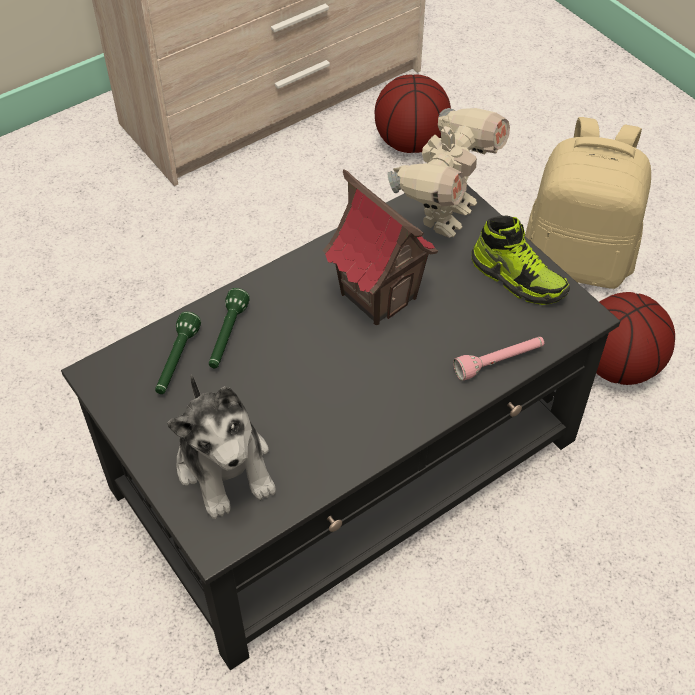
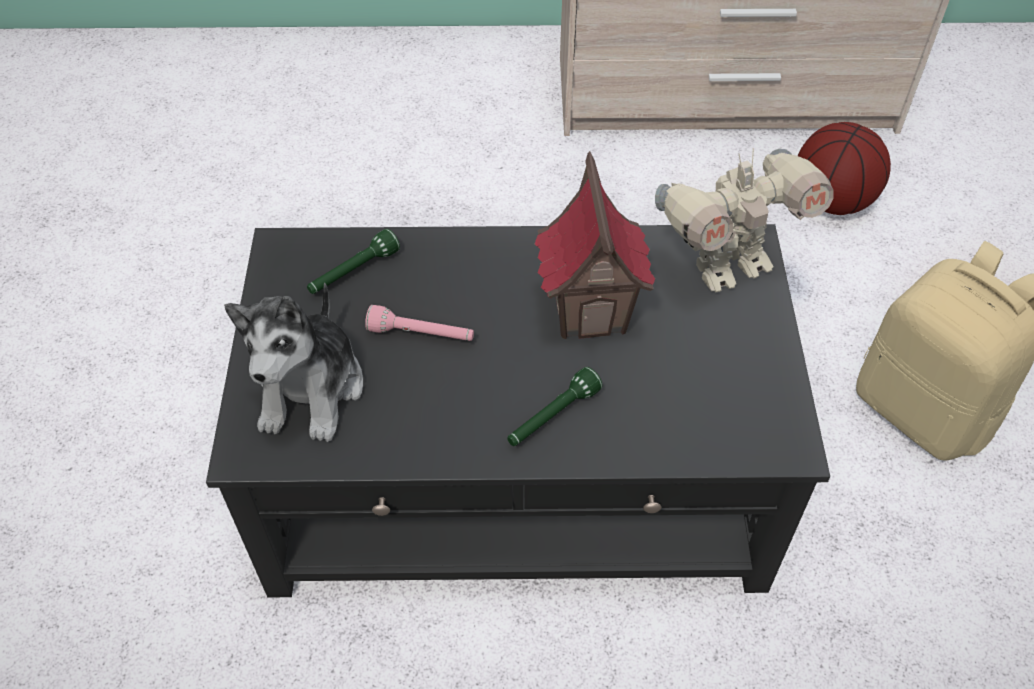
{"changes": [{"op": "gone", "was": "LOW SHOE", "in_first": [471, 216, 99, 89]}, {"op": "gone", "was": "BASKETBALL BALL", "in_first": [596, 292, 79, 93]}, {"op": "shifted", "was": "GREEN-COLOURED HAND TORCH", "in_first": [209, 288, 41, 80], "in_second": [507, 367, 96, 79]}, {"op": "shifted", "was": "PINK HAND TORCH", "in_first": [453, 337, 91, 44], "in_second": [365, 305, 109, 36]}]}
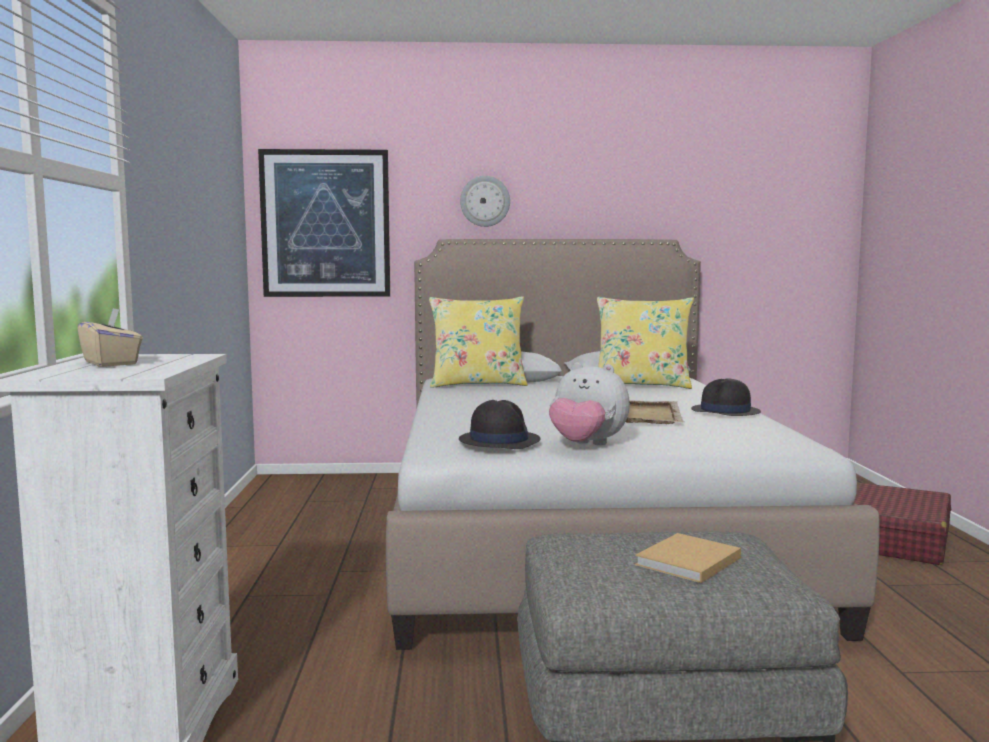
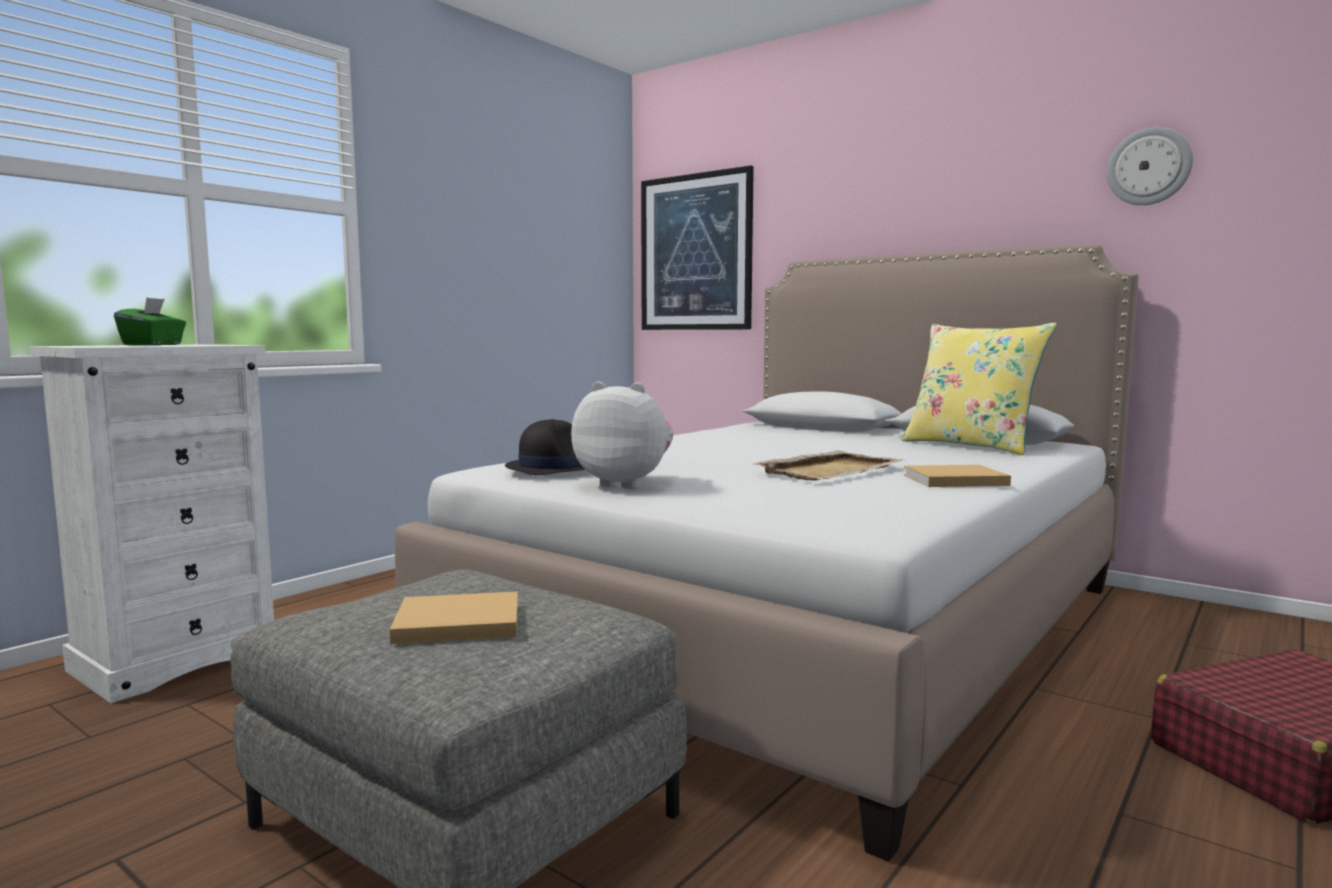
{"changes": [{"op": "gone", "was": "YELLOWISH PILLOW", "in_first": [429, 296, 99, 92]}, {"op": "shifted", "was": "CLOCK ON THE WALL", "in_first": [460, 176, 50, 51], "in_second": [1107, 127, 86, 78]}, {"op": "swapped", "was": "BLACKISH WEARABLE HAT", "now": "SAND-COLOURED BOUND BOOK", "in_first": [691, 378, 70, 38], "in_second": [904, 465, 107, 22]}, {"op": "repainted", "was": "SAND-COLOURED BOX OF TISSUES", "now": "GREEN-COLOURED BOX OF TISSUES", "in_first": [77, 308, 66, 59], "in_second": [114, 297, 72, 48]}, {"op": "rotated", "was": "PLUSH TOY", "in_first": [549, 362, 81, 84], "in_second": [571, 381, 102, 108], "clockwise": 135}]}
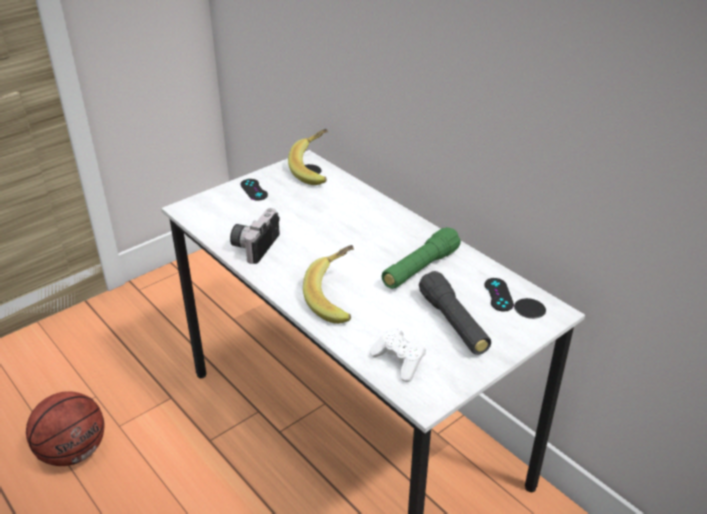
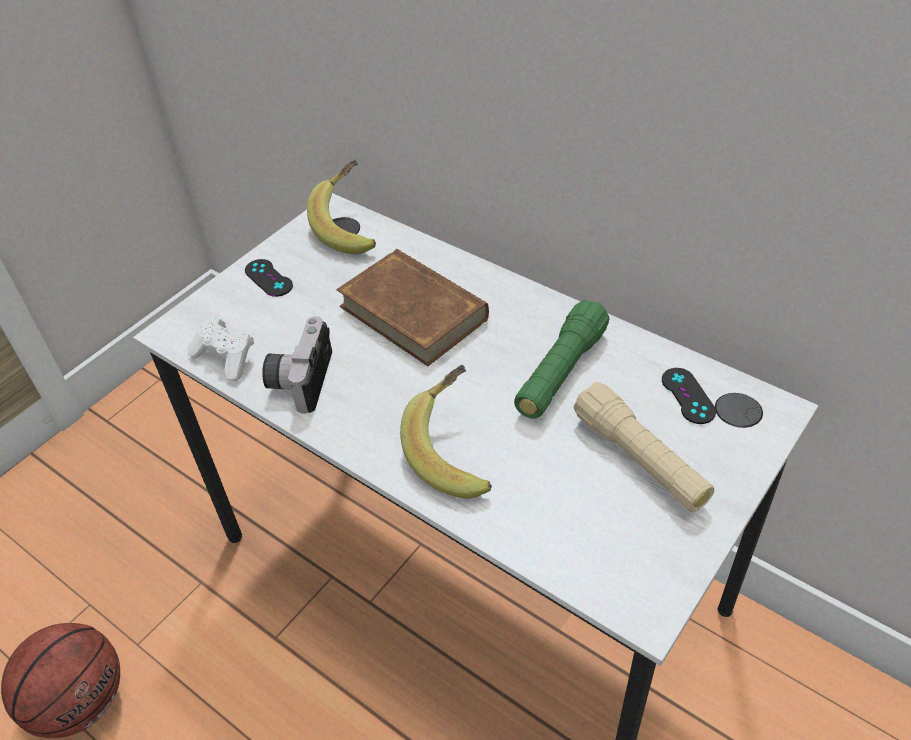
{"changes": [{"op": "new", "now": "BROWN BOUND BOOK", "in_second": [336, 249, 153, 117]}, {"op": "shifted", "was": "WHITE-COLOURED GAMEPAD", "in_first": [370, 327, 56, 55], "in_second": [187, 316, 67, 66]}, {"op": "repainted", "was": "BLACKISH HAND TORCH", "now": "SAND-COLOURED HAND TORCH", "in_first": [419, 271, 72, 84], "in_second": [574, 382, 140, 130]}]}
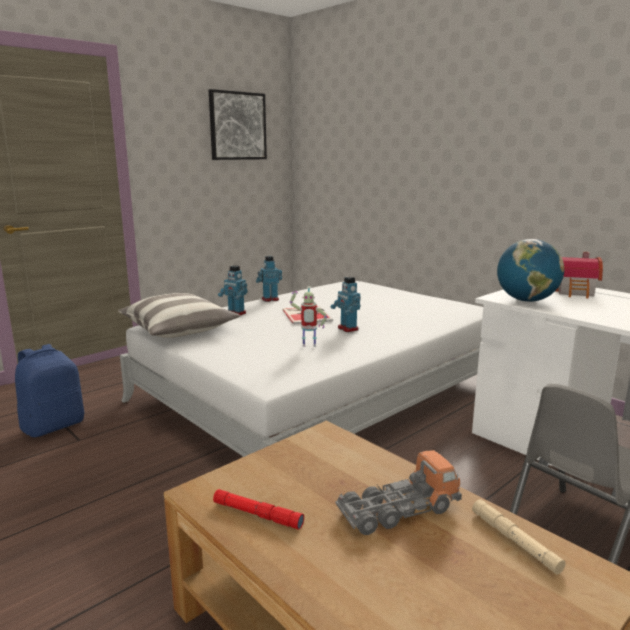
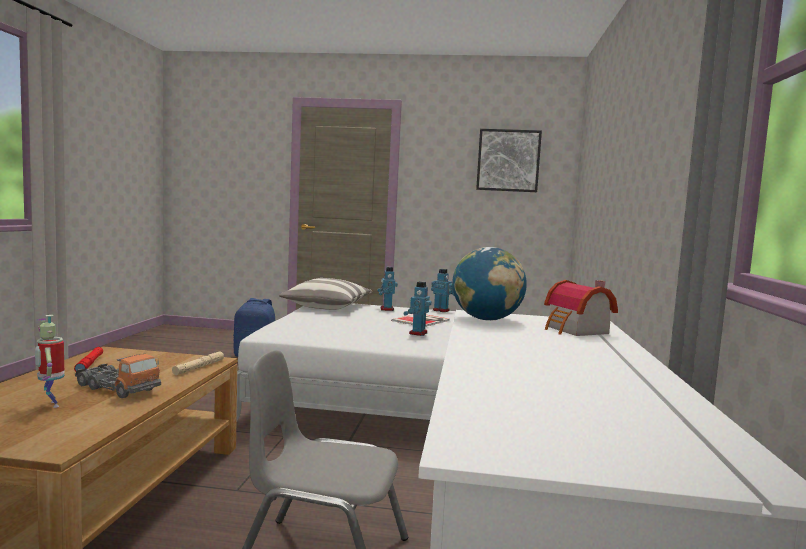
{"changes": [{"op": "shifted", "was": "ROBOT FIGURE", "in_first": [290, 286, 37, 61], "in_second": [35, 315, 30, 93]}, {"op": "shifted", "was": "SAND-COLOURED HAND TORCH", "in_first": [472, 499, 94, 75], "in_second": [172, 352, 52, 23]}]}
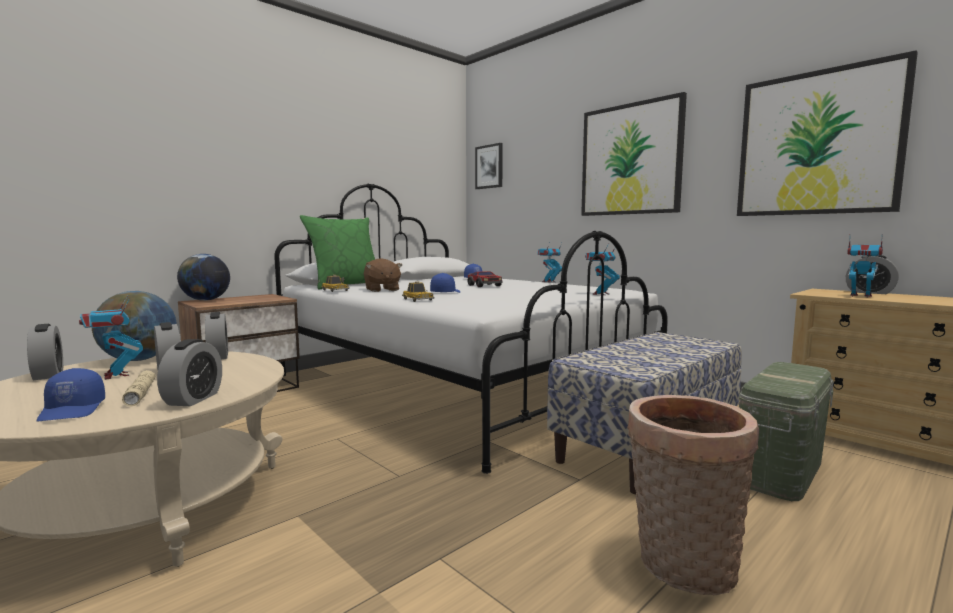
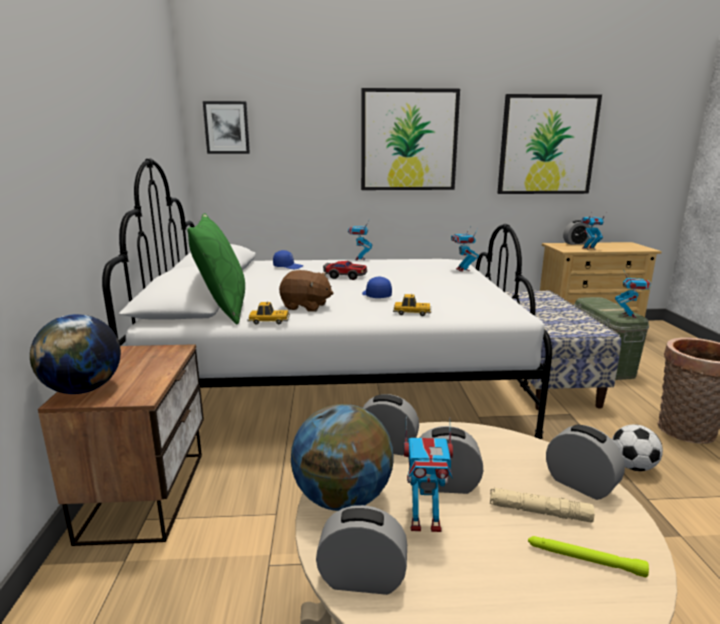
{"changes": [{"op": "new", "now": "FOOTBALL", "in_second": [612, 424, 51, 47]}, {"op": "new", "now": "ROBOT FIGURE", "in_second": [615, 271, 36, 47]}, {"op": "swapped", "was": "BLUISH BASEBALL CAP", "now": "GREEN-COLOURED HAND TORCH", "in_first": [37, 368, 68, 54], "in_second": [528, 536, 121, 41]}]}
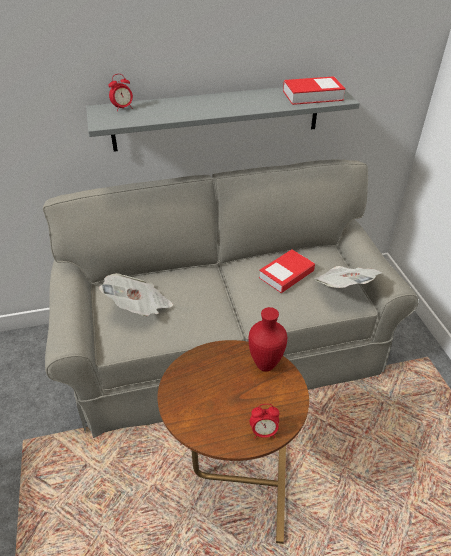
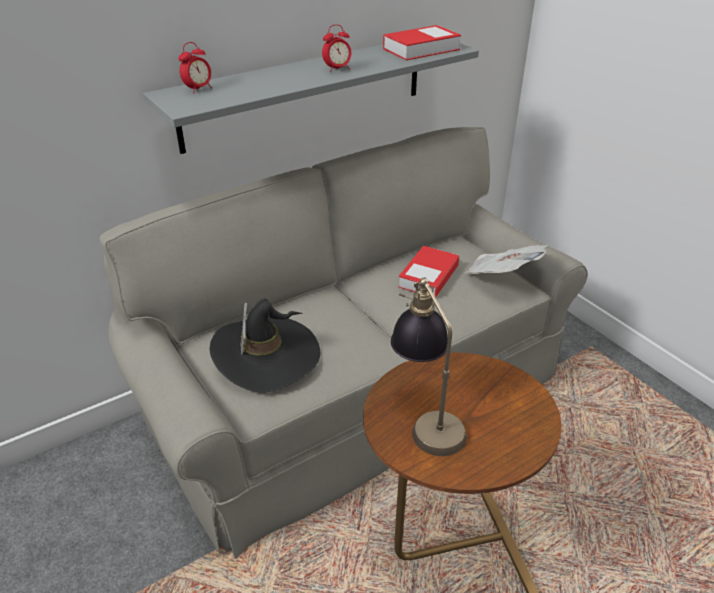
{"changes": [{"op": "gone", "was": "REDDISH VASE", "in_first": [248, 307, 39, 65]}, {"op": "new", "now": "LAMP FOR A TABLE", "in_second": [391, 278, 76, 178]}, {"op": "shifted", "was": "ALARM CLOCK", "in_first": [250, 404, 29, 35], "in_second": [322, 25, 29, 47]}, {"op": "swapped", "was": "PRINTED PAPER", "now": "BLACKISH WEARABLE HAT", "in_first": [99, 273, 74, 43], "in_second": [209, 298, 111, 95]}]}
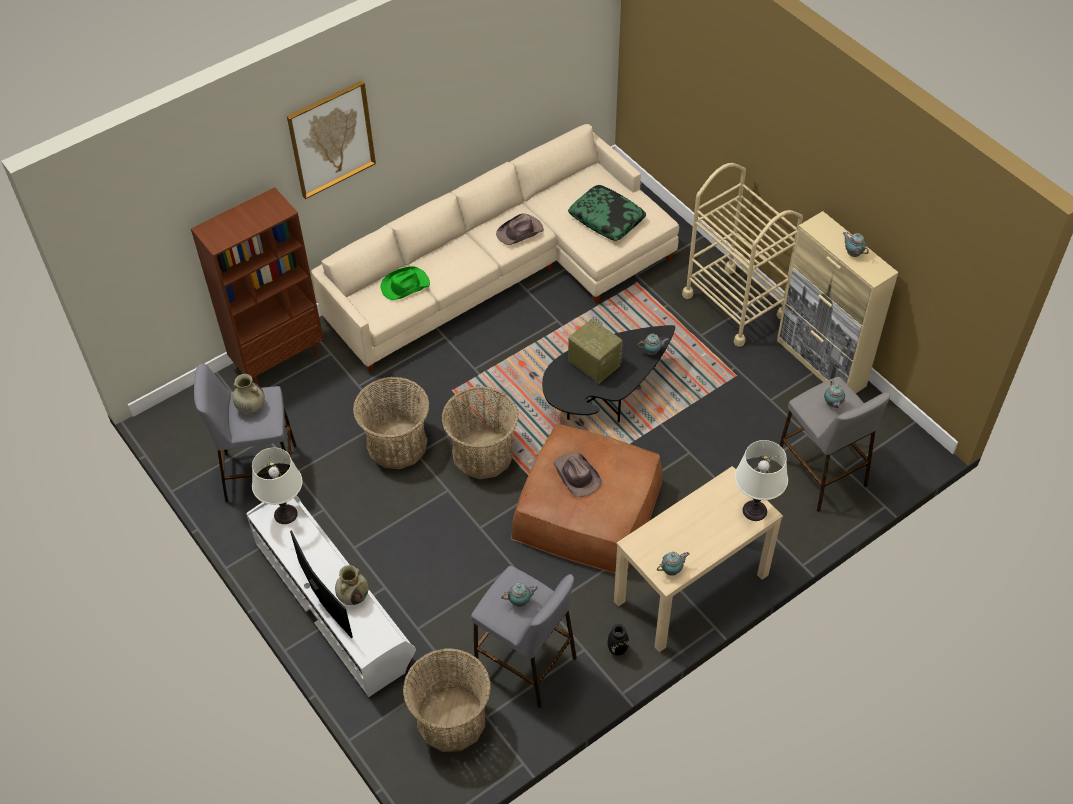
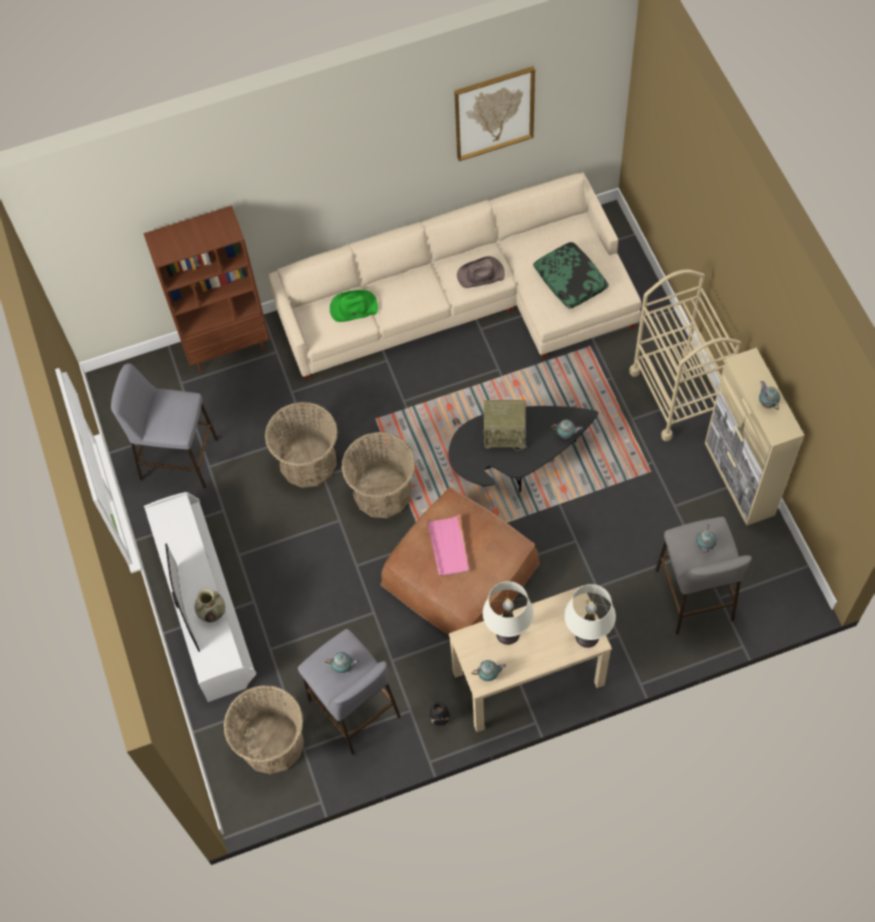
{"changes": [{"op": "gone", "was": "SAND-COLOURED VASE", "in_first": [232, 374, 33, 40]}, {"op": "shifted", "was": "WHITE-COLOURED LAMP FOR A TABLE", "in_first": [252, 448, 51, 76], "in_second": [483, 581, 51, 64]}, {"op": "shifted", "was": "PICTURE", "in_first": [287, 80, 89, 119], "in_second": [454, 66, 81, 95]}, {"op": "swapped", "was": "BROWN WEARABLE HAT", "now": "PINK TRAY", "in_first": [553, 453, 48, 44], "in_second": [426, 514, 43, 63]}, {"op": "rotated", "was": "RADIO", "in_first": [568, 319, 55, 65], "in_second": [484, 400, 44, 51], "clockwise": 120}]}
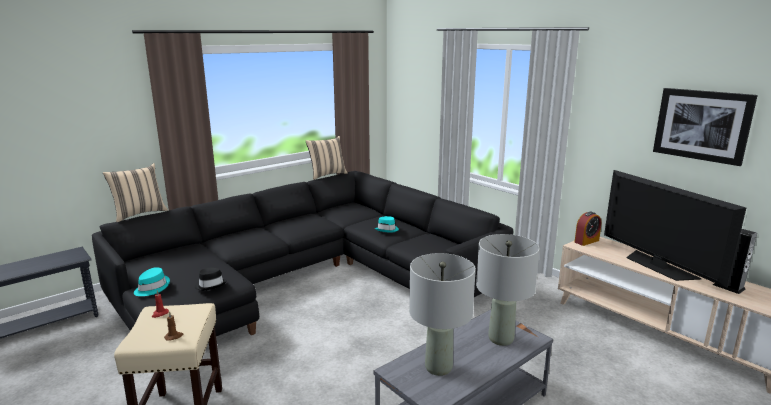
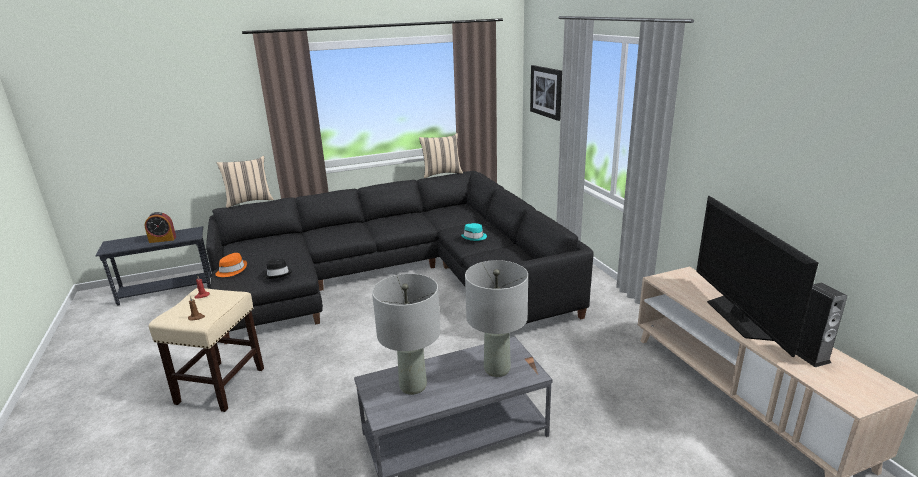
{"changes": [{"op": "shifted", "was": "ALARM CLOCK", "in_first": [575, 212, 27, 34], "in_second": [145, 212, 31, 31]}, {"op": "shifted", "was": "PICTURE", "in_first": [653, 88, 105, 78], "in_second": [530, 65, 32, 56]}, {"op": "repainted", "was": "TURQUOISE-COLOURED WEARABLE HAT", "now": "ORANGE-COLOURED WEARABLE HAT", "in_first": [134, 267, 36, 29], "in_second": [215, 253, 32, 24]}]}
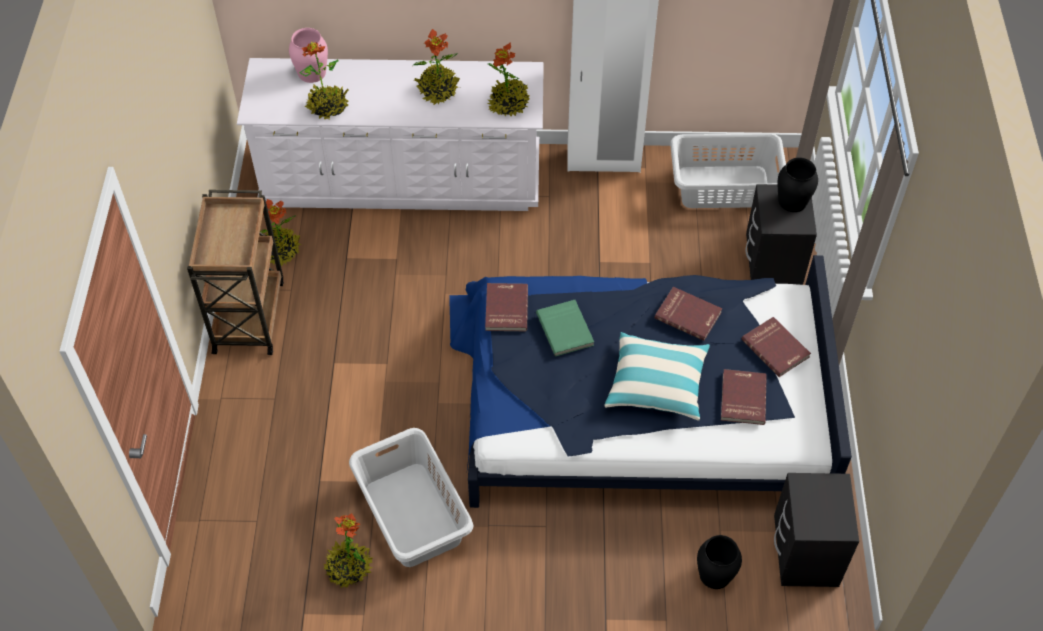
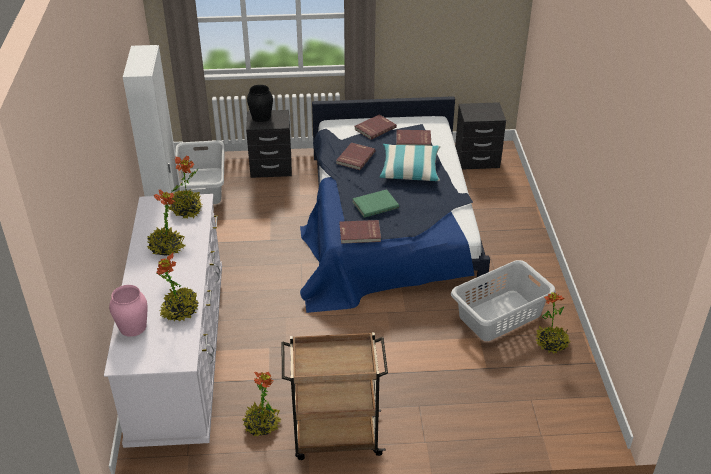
{"changes": [{"op": "gone", "was": "BLACKISH VASE", "in_first": [697, 535, 45, 54]}]}
